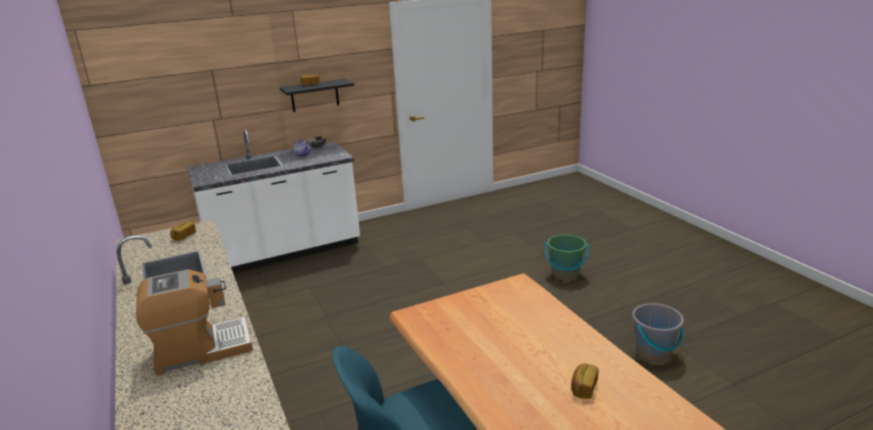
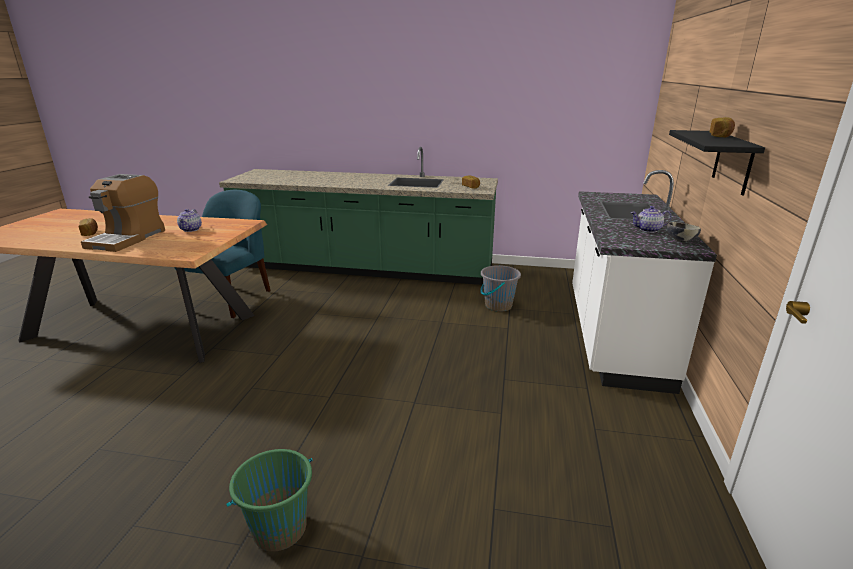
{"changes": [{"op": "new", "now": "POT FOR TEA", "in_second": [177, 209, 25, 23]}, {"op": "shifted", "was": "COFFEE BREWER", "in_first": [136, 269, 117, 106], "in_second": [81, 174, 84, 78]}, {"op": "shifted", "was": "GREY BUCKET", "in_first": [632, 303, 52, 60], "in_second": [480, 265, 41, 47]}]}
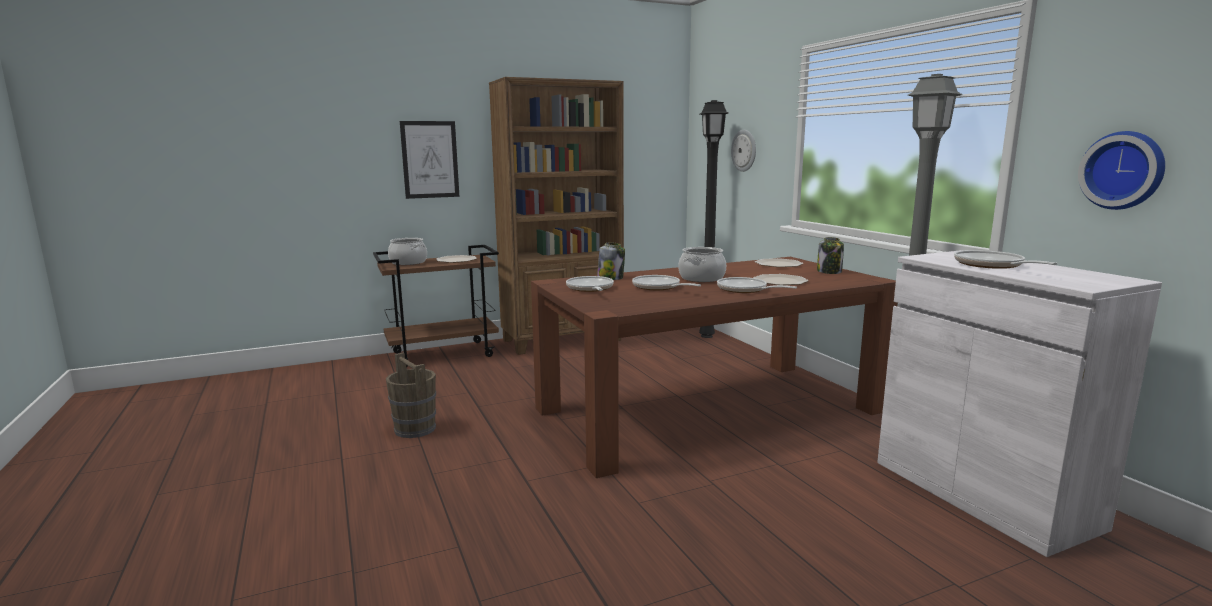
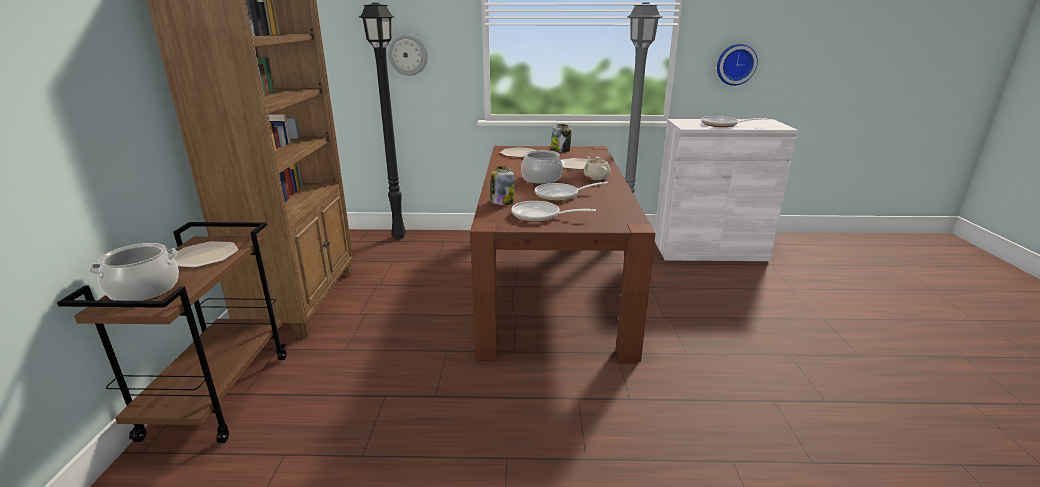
{"changes": [{"op": "gone", "was": "BROWN BUCKET", "in_first": [386, 352, 50, 86]}, {"op": "gone", "was": "PICTURE", "in_first": [400, 121, 59, 78]}, {"op": "swapped", "was": "SKILLET", "now": "SAND-COLOURED POT FOR TEA", "in_first": [717, 277, 80, 16], "in_second": [583, 156, 27, 24]}]}
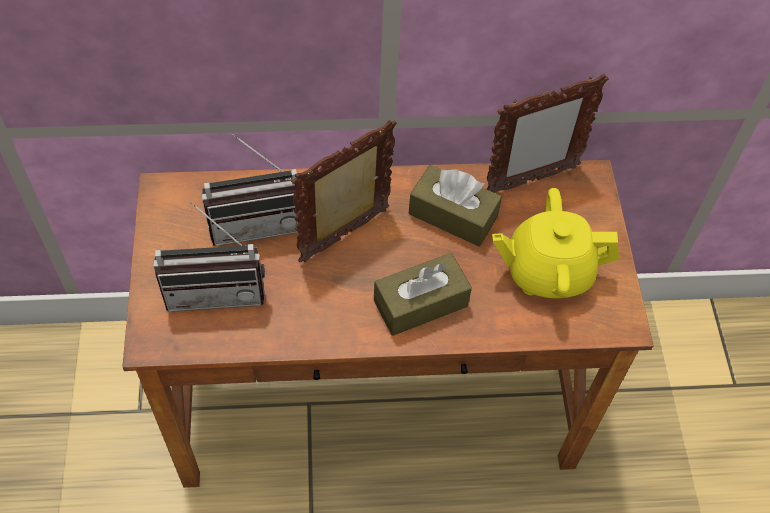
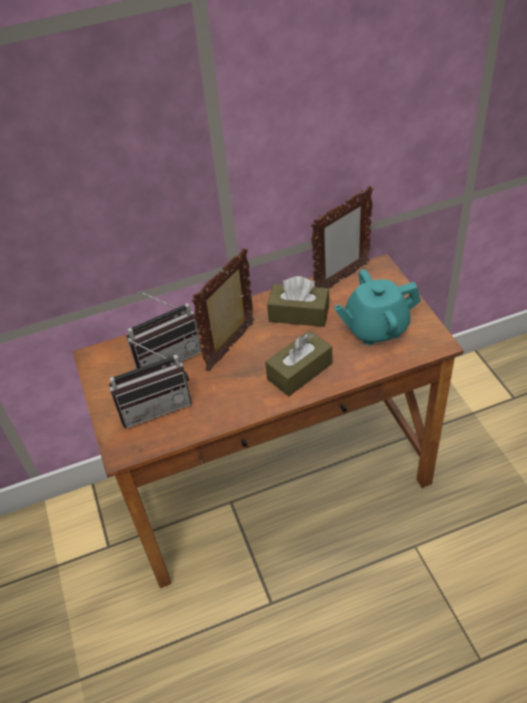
{"changes": [{"op": "repainted", "was": "YELLOWISH POT FOR TEA", "now": "TURQUOISE-COLOURED POT FOR TEA", "in_first": [492, 188, 127, 110], "in_second": [334, 269, 87, 76]}]}
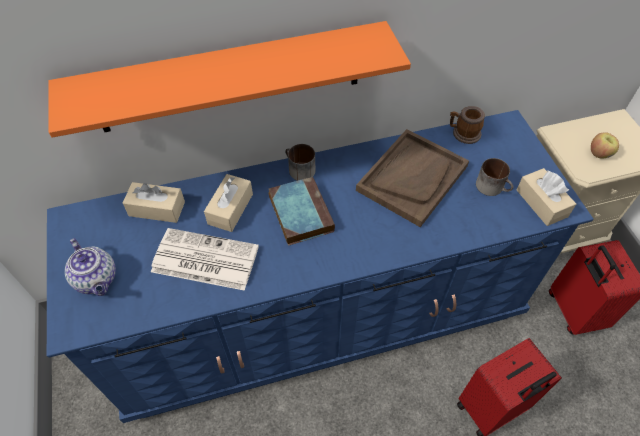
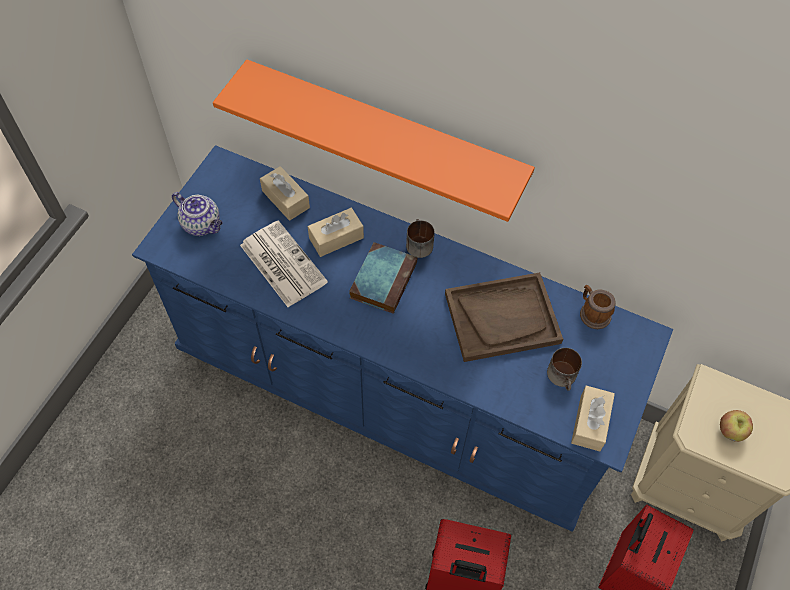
{"changes": [{"op": "rotated", "was": "POT FOR TEA", "in_first": [65, 238, 51, 58], "in_second": [172, 192, 51, 44], "clockwise": -60}]}
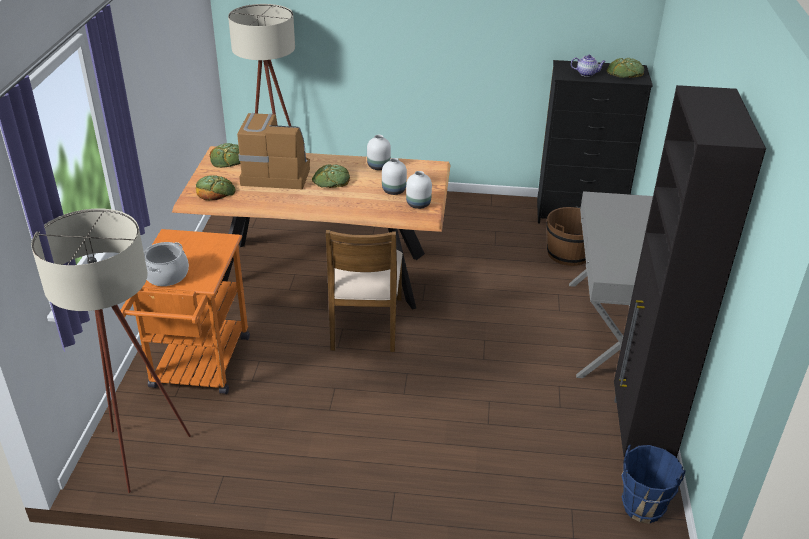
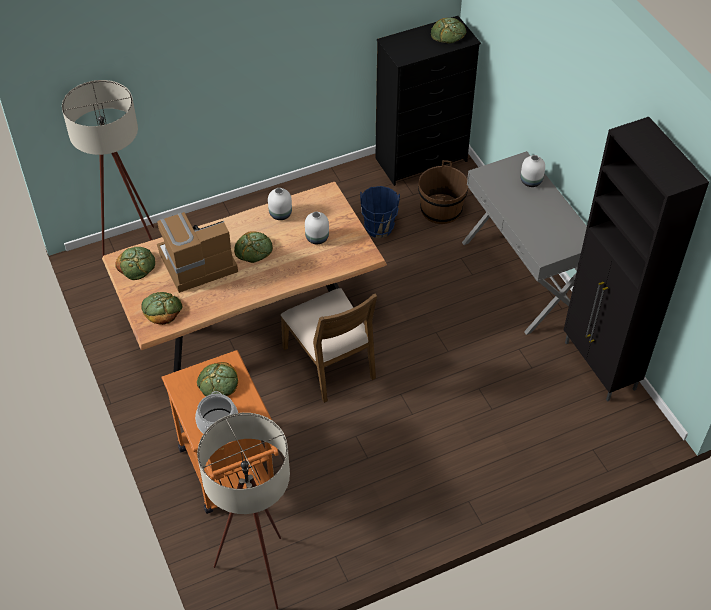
{"changes": [{"op": "gone", "was": "POT FOR TEA", "in_first": [571, 55, 35, 22]}, {"op": "new", "now": "BREAD", "in_second": [197, 362, 41, 34]}, {"op": "shifted", "was": "WHITE-COLOURED VASE", "in_first": [406, 171, 26, 38], "in_second": [521, 155, 24, 32]}, {"op": "shifted", "was": "BLUISH BUCKET", "in_first": [621, 444, 65, 79], "in_second": [360, 186, 40, 52]}]}
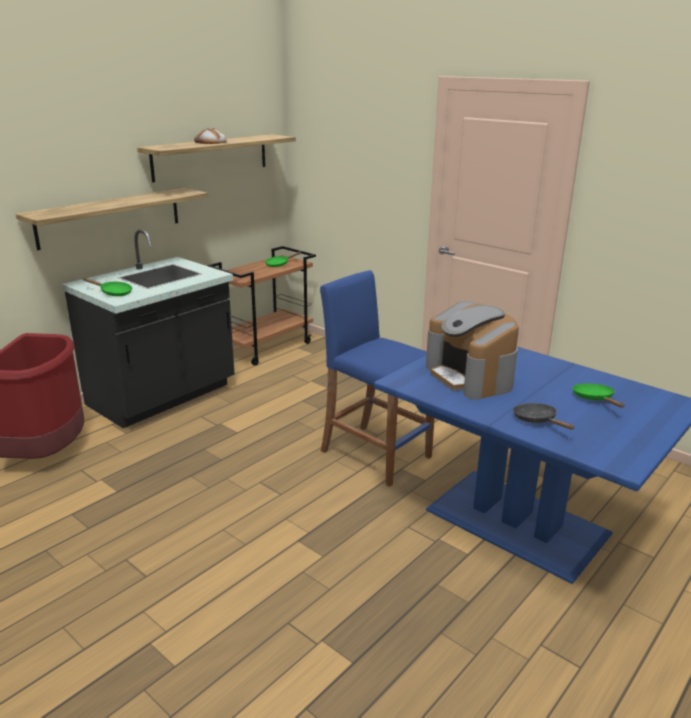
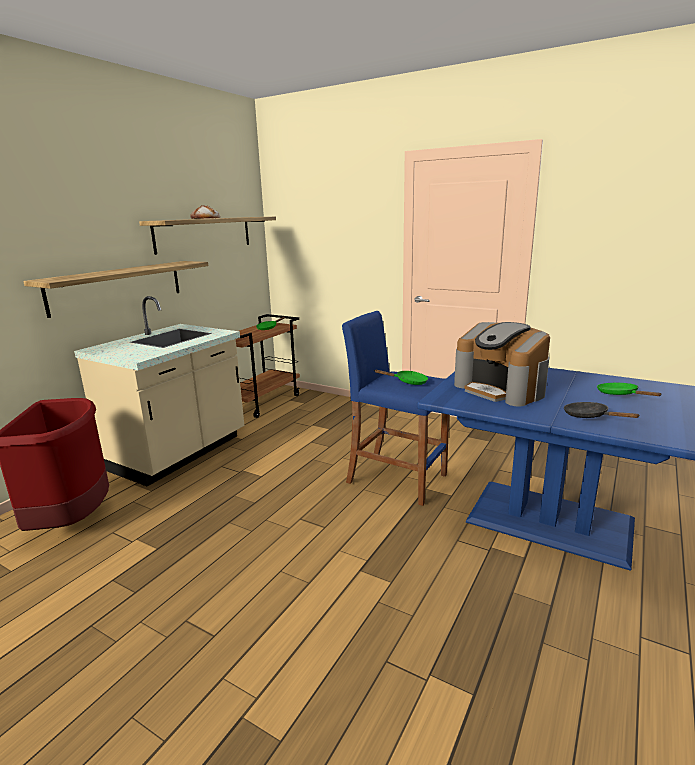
{"changes": [{"op": "shifted", "was": "GREEN-COLOURED SKILLET", "in_first": [83, 278, 49, 18], "in_second": [375, 370, 53, 15]}, {"op": "repainted", "was": "BLACKISH KITCHEN BASE UNIT", "now": "SAND-COLOURED KITCHEN BASE UNIT", "in_first": [62, 229, 173, 199], "in_second": [74, 296, 170, 190]}]}
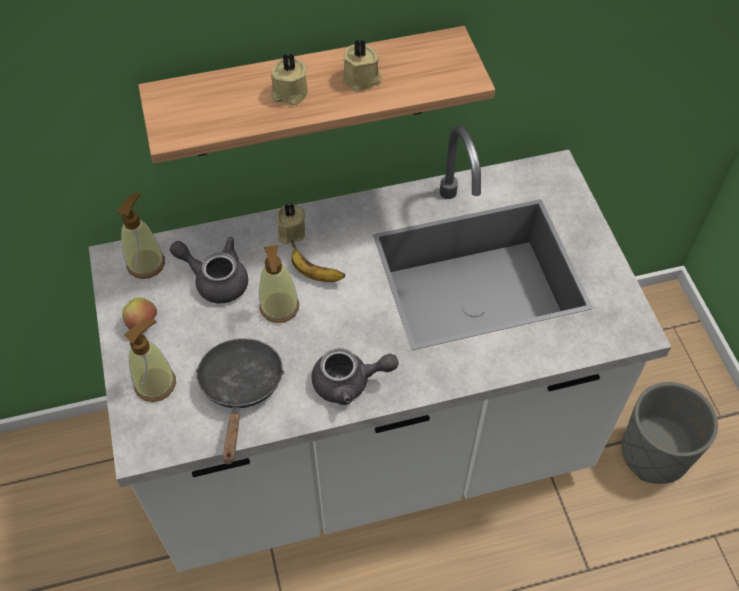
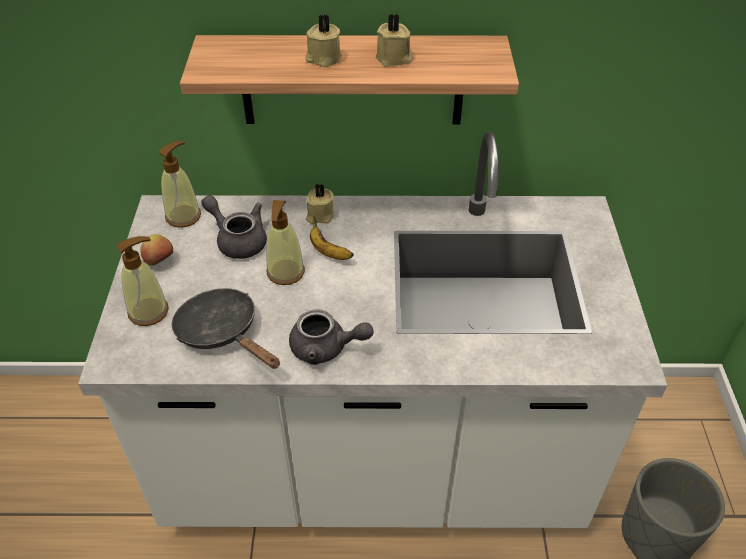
{"changes": [{"op": "rotated", "was": "BLACKISH SKILLET", "in_first": [195, 338, 90, 126], "in_second": [172, 288, 108, 81], "clockwise": -60}]}
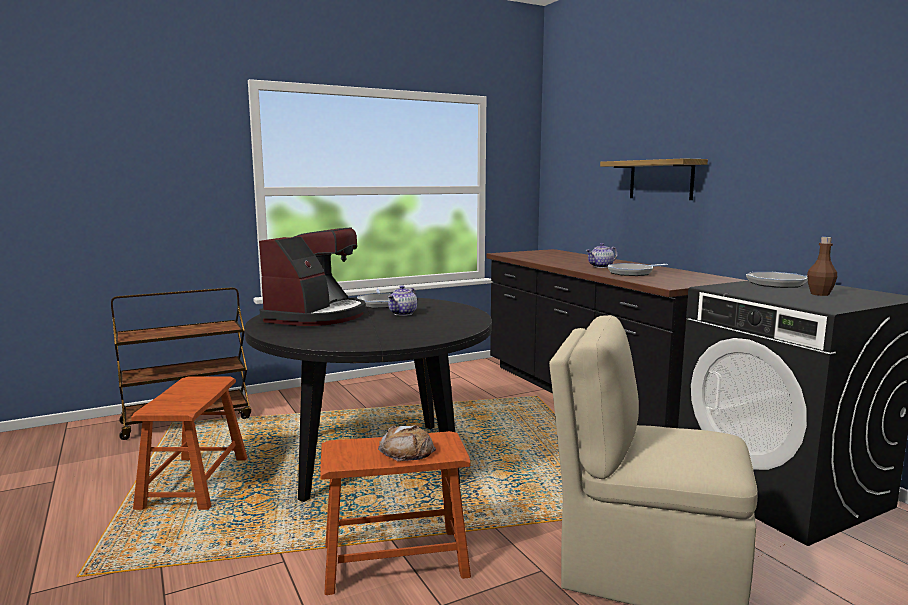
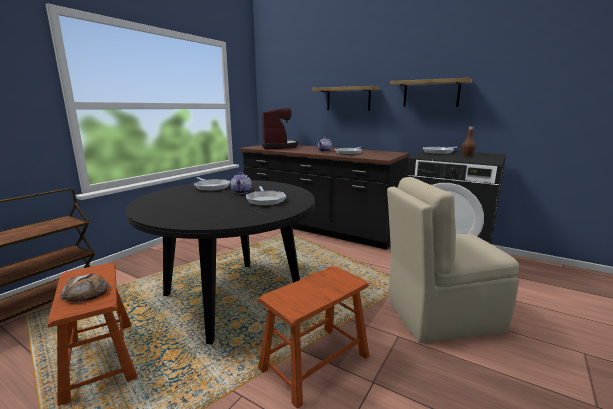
{"changes": [{"op": "new", "now": "SKILLET", "in_second": [246, 186, 40, 20]}, {"op": "new", "now": "WALL SHELF", "in_second": [390, 78, 82, 29]}, {"op": "shifted", "was": "COFFEE BREWER", "in_first": [259, 227, 107, 99], "in_second": [261, 108, 37, 41]}, {"op": "shifted", "was": "BREAD", "in_first": [378, 425, 58, 36], "in_second": [60, 273, 51, 30]}]}
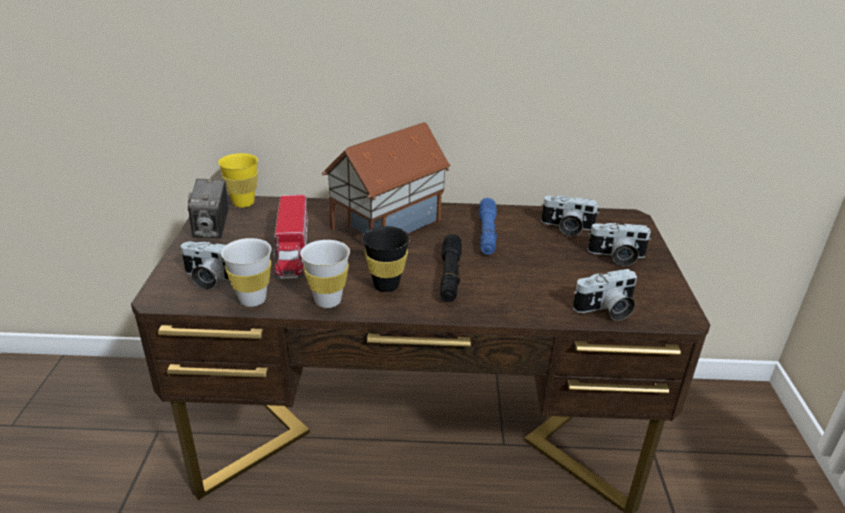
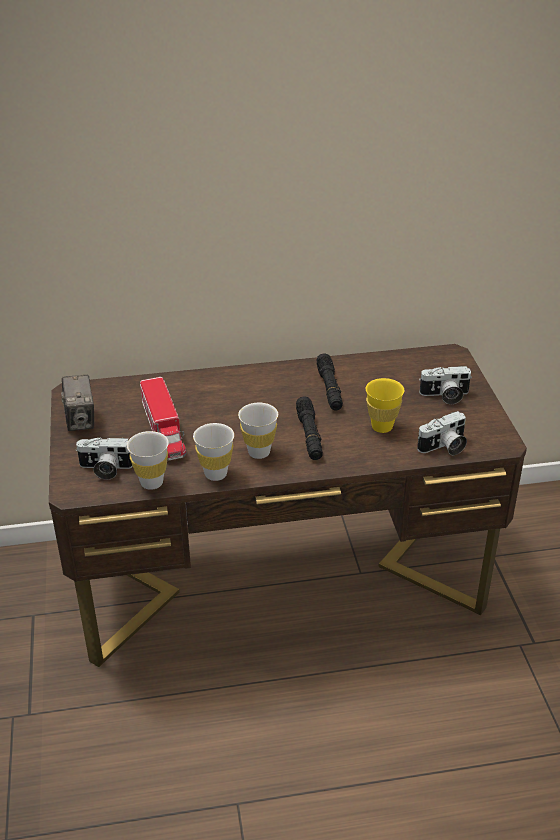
{"changes": [{"op": "gone", "was": "TOY HOUSE", "in_first": [322, 122, 129, 112]}, {"op": "gone", "was": "PHOTO CAMERA", "in_first": [541, 196, 58, 40]}, {"op": "shifted", "was": "YELLOWISH DRINKING CUP", "in_first": [218, 153, 40, 55], "in_second": [366, 378, 38, 55]}, {"op": "repainted", "was": "BLACKISH DRINKING CUP", "now": "WHITE-COLOURED DRINKING CUP", "in_first": [363, 226, 47, 66], "in_second": [238, 403, 40, 56]}, {"op": "repainted", "was": "BLUISH HAND TORCH", "now": "BLACKISH HAND TORCH", "in_first": [479, 198, 19, 57], "in_second": [316, 354, 27, 56]}]}
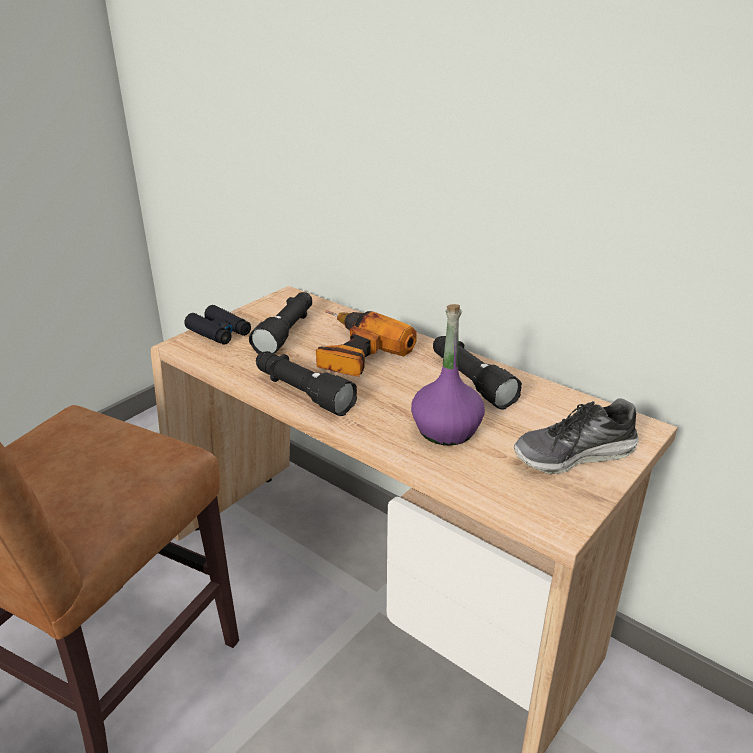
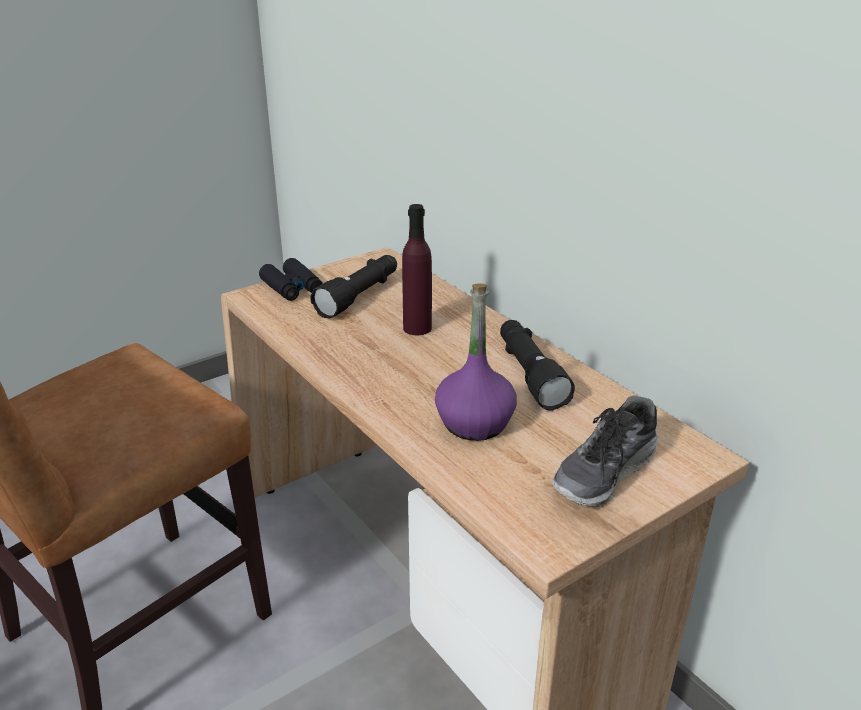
{"changes": [{"op": "gone", "was": "BLACKISH HAND TORCH", "in_first": [256, 351, 101, 65]}, {"op": "swapped", "was": "ELECTRIC DRILL", "now": "PURPLE BOTTLE", "in_first": [316, 310, 101, 67], "in_second": [402, 204, 30, 131]}, {"op": "rotated", "was": "LOW SHOE", "in_first": [514, 398, 125, 76], "in_second": [552, 395, 106, 112], "clockwise": -45}]}
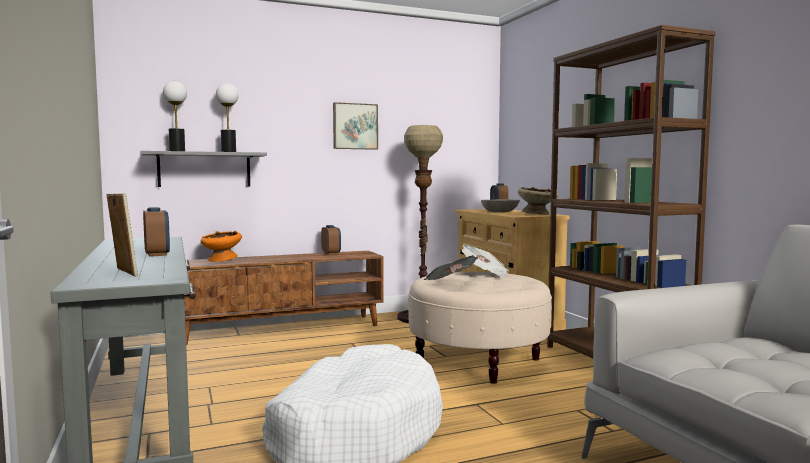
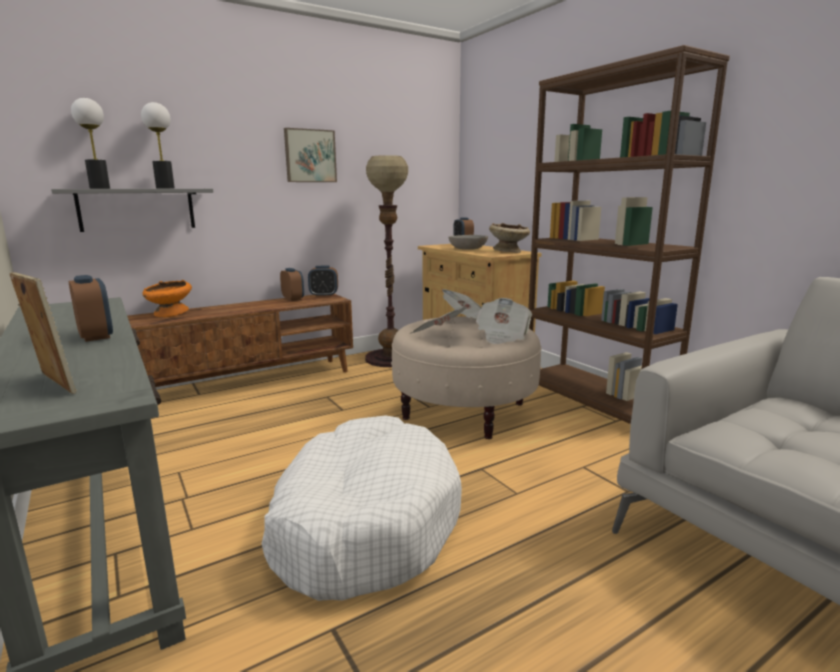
{"changes": [{"op": "new", "now": "ALARM CLOCK", "in_second": [308, 266, 30, 31]}, {"op": "new", "now": "PRINTED PAPER", "in_second": [475, 298, 57, 46]}]}
